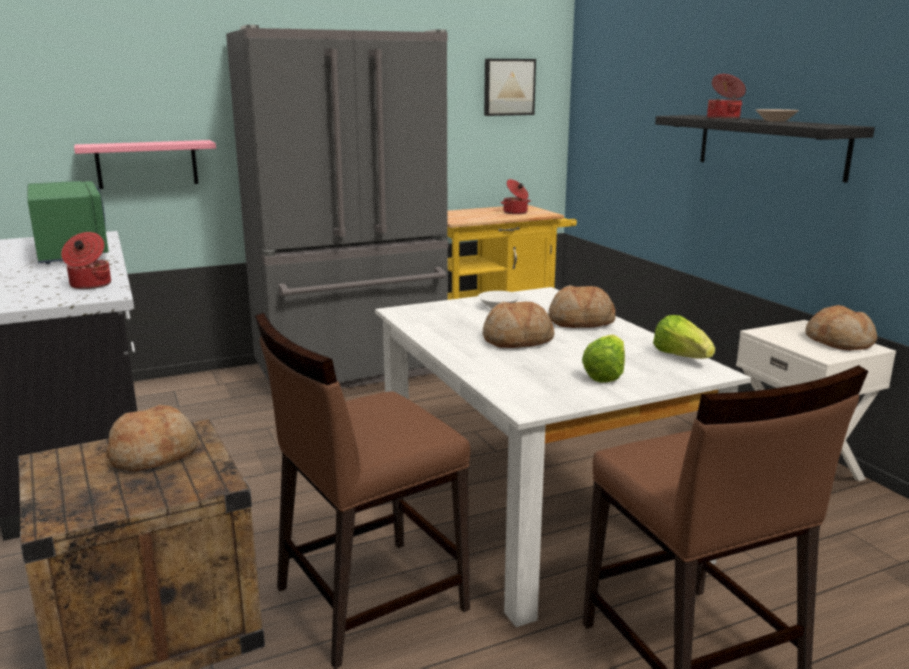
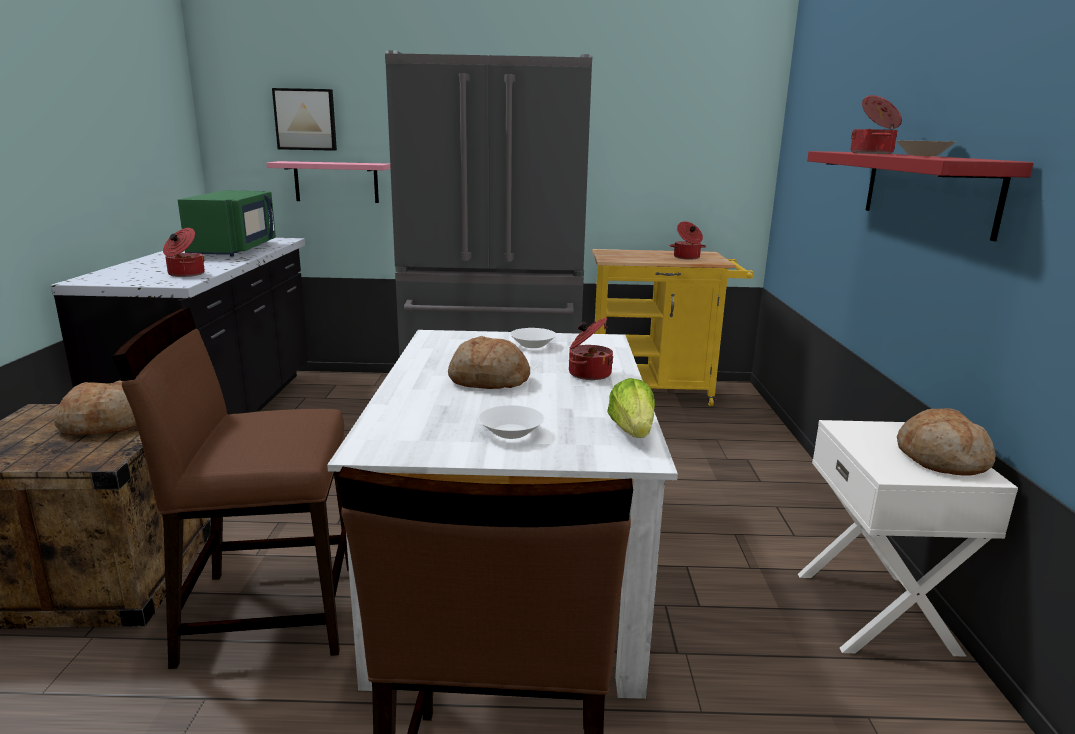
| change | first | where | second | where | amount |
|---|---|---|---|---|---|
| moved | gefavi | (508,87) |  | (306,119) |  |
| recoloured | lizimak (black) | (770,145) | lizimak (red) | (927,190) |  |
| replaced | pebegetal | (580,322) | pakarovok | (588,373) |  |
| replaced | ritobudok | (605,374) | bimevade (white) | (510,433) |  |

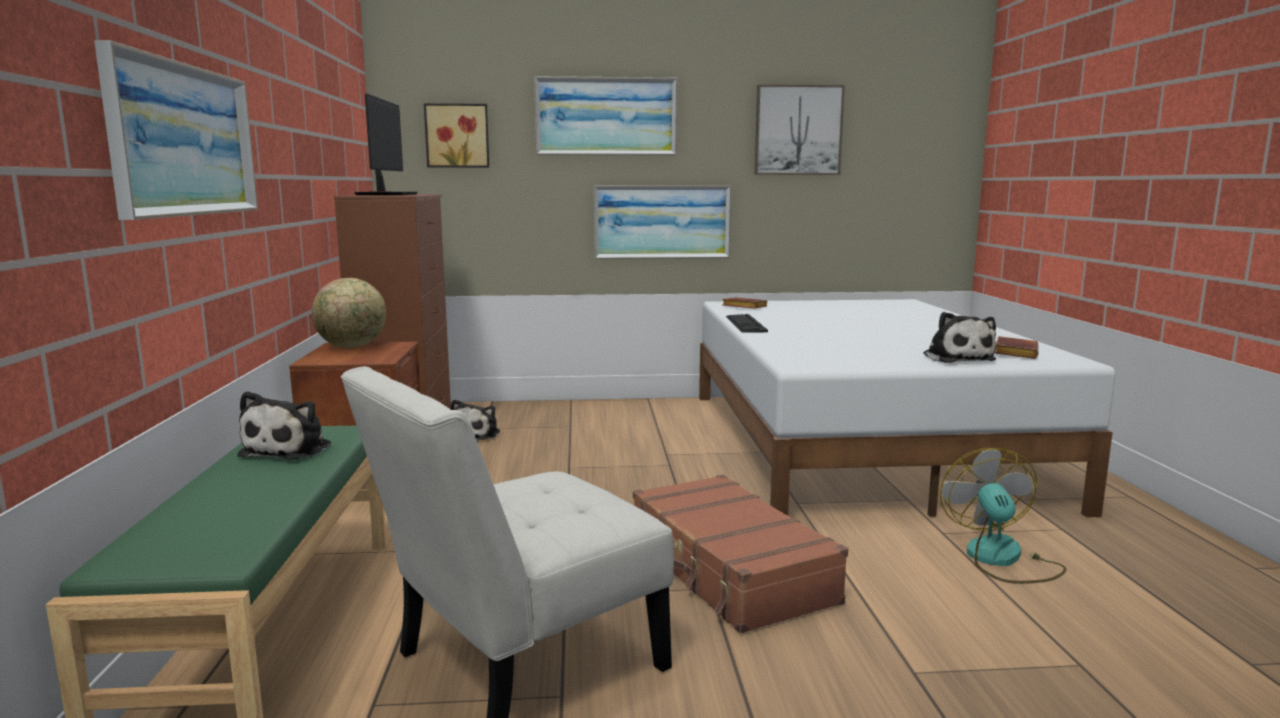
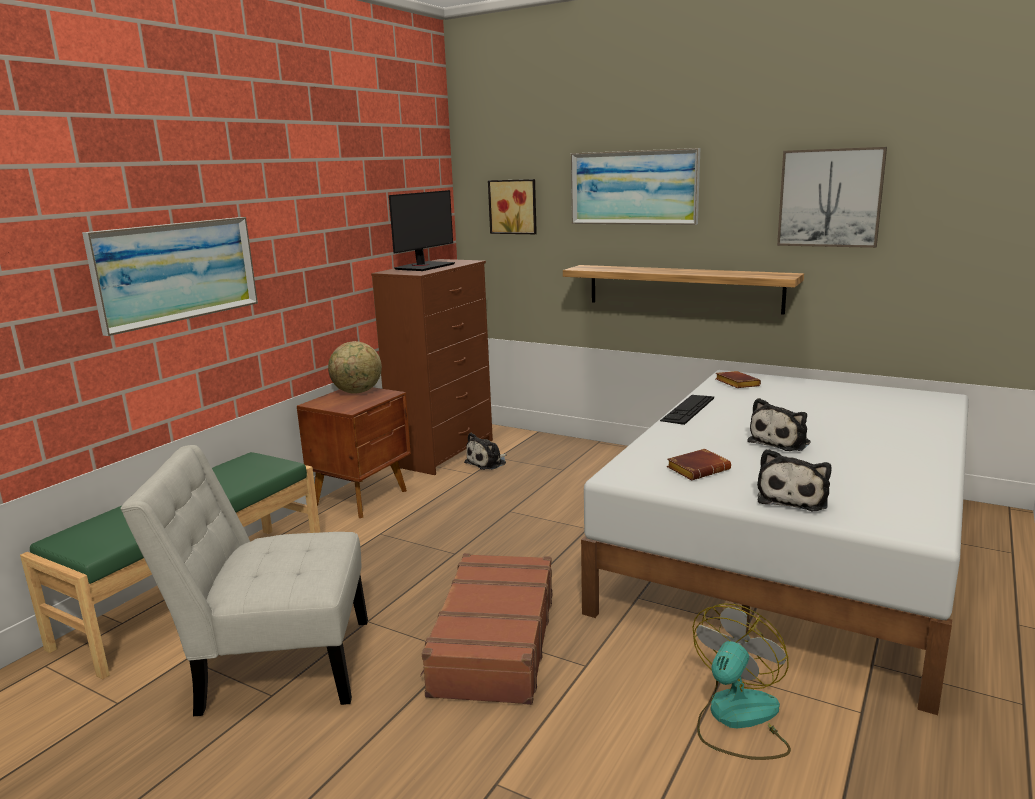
| change | first | where | second | where | amount |
|---|---|---|---|---|---|
| replaced | gefavi | (662,221) | lizimak | (683,288) |  |
| moved | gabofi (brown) | (1014,353) |  | (698,469) |  |
| moved | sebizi | (290,449) |  | (781,442) |  |

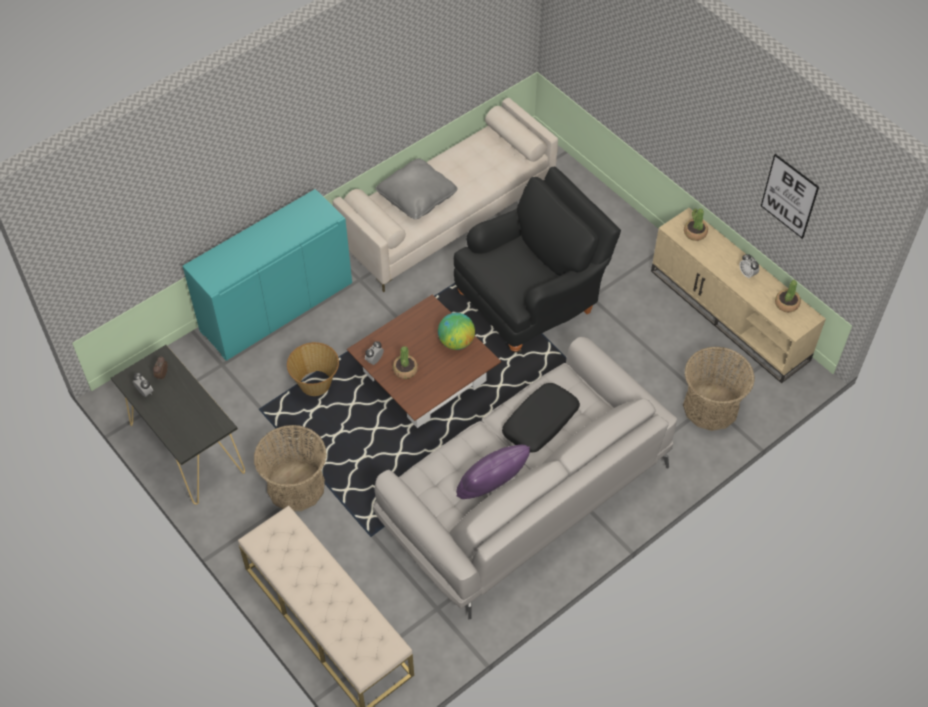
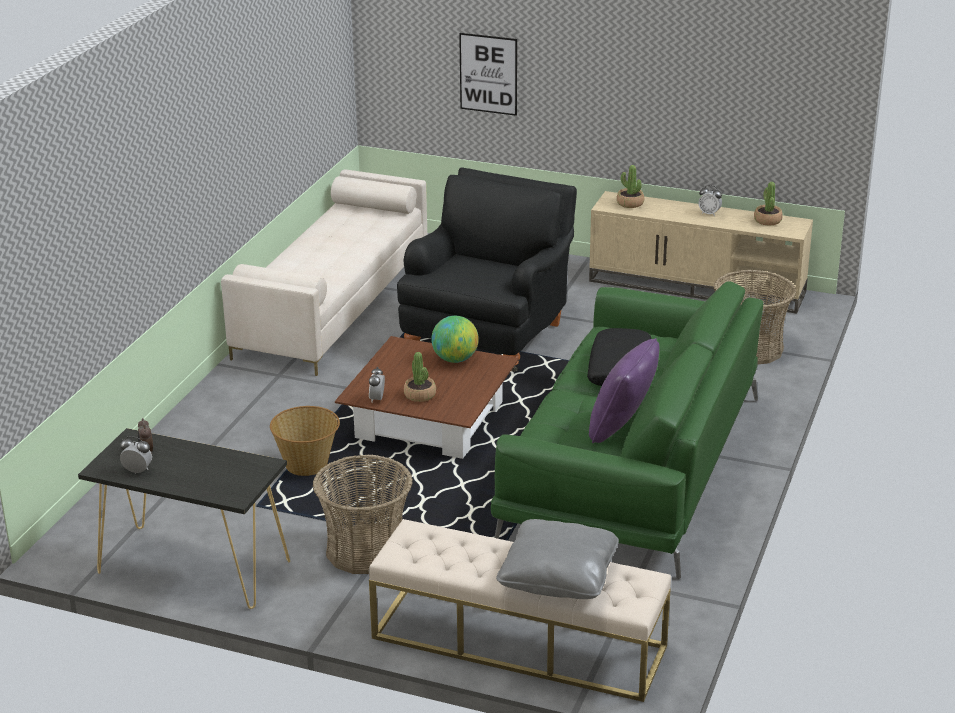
| change | first | where | second | where | amount |
|---|---|---|---|---|---|
| moved | gefavi | (789,196) |  | (488,74) |  |
| moved | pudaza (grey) | (417,197) |  | (558,576) |  |
| removed | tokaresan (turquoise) | (276,307) |  |  |  |
| recoloured | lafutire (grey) | (523,494) | lafutire (green) | (632,467) |  |

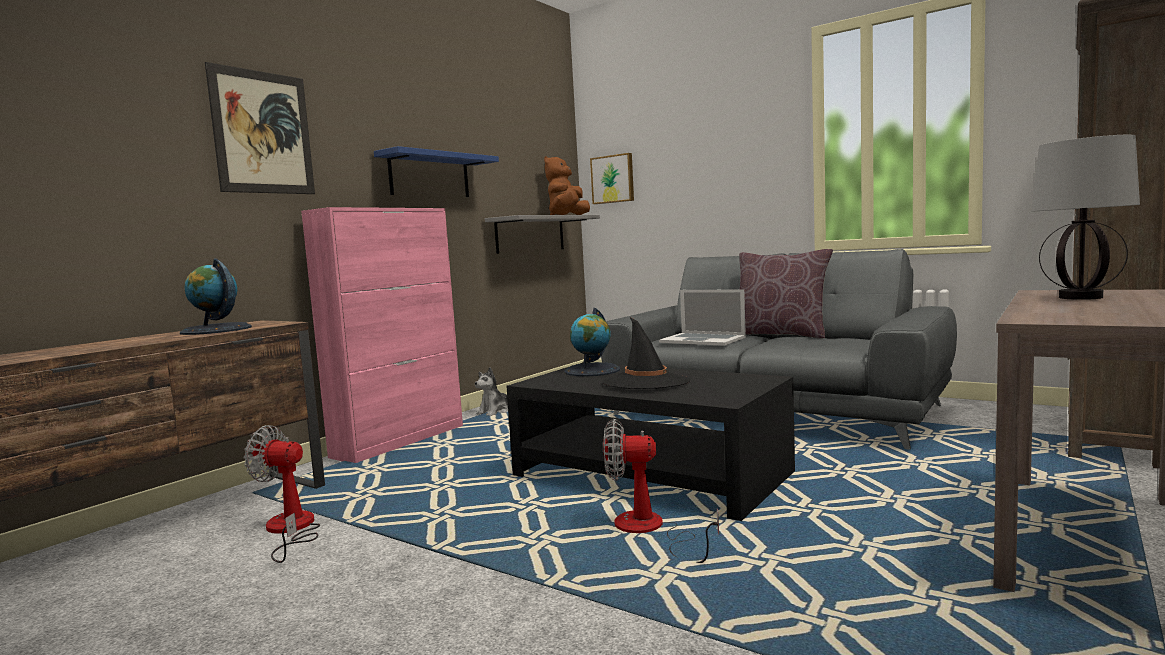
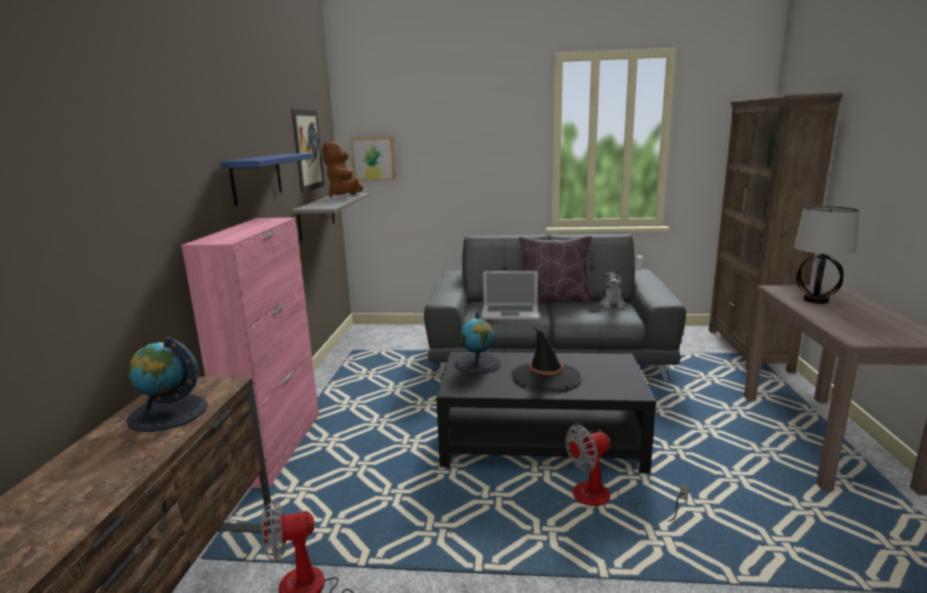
| change | first | where | second | where | amount |
|---|---|---|---|---|---|
| moved | gefavi | (263,132) |  | (308,150) |  |
| moved | sebizi | (495,412) |  | (612,304) |  |

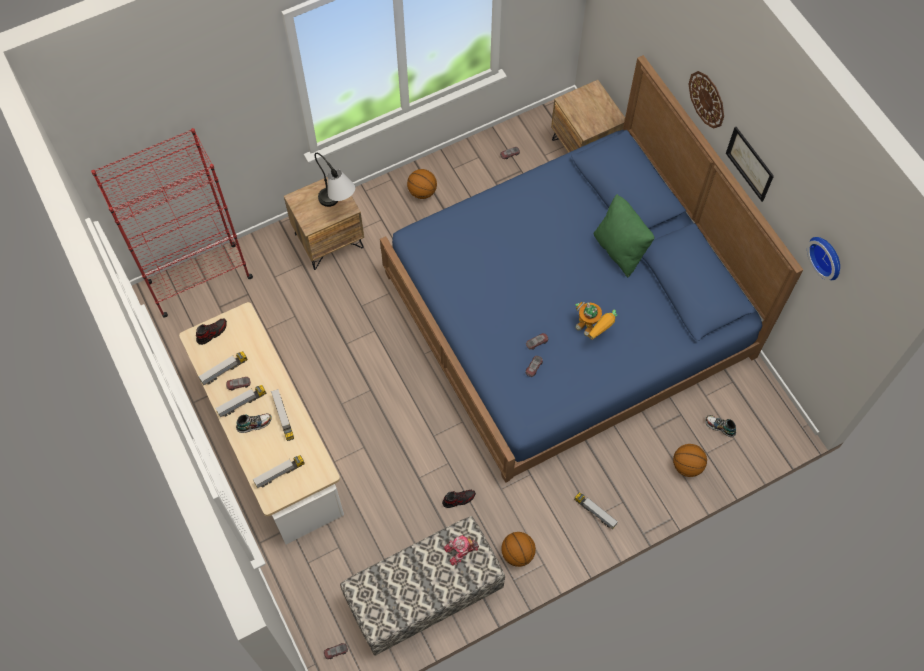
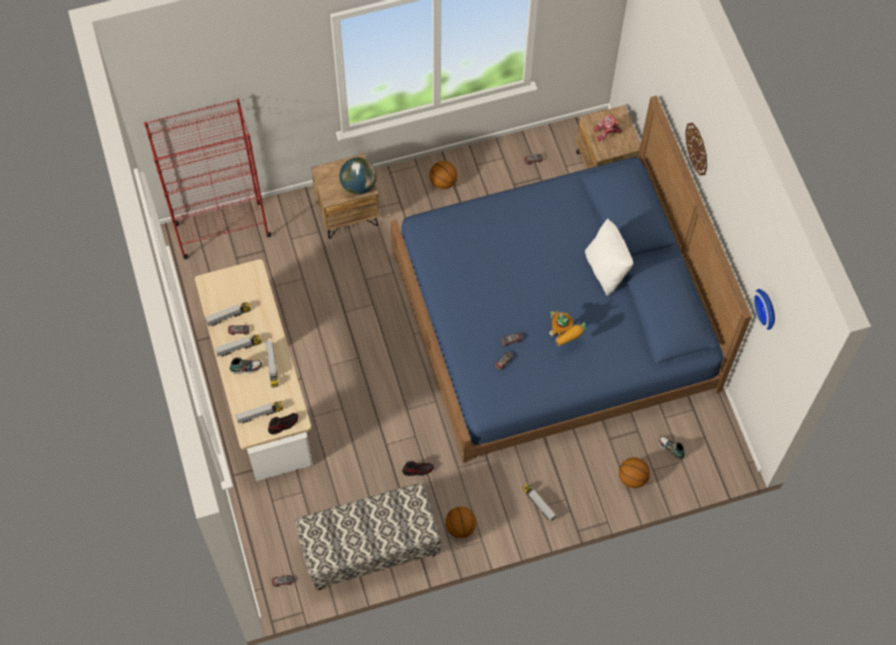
| change | first | where | second | where | amount |
|---|---|---|---|---|---|
| removed | gefavi | (749,163) |  |  |  |
| replaced | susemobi | (338,207) | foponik | (358,185) |  |
| recoloured | pudaza (green) | (620,249) | pudaza (white) | (606,269) |  |
| moved | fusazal | (212,333) |  | (283,424) |  |
| moved | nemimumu | (461,551) |  | (607,132) |  |

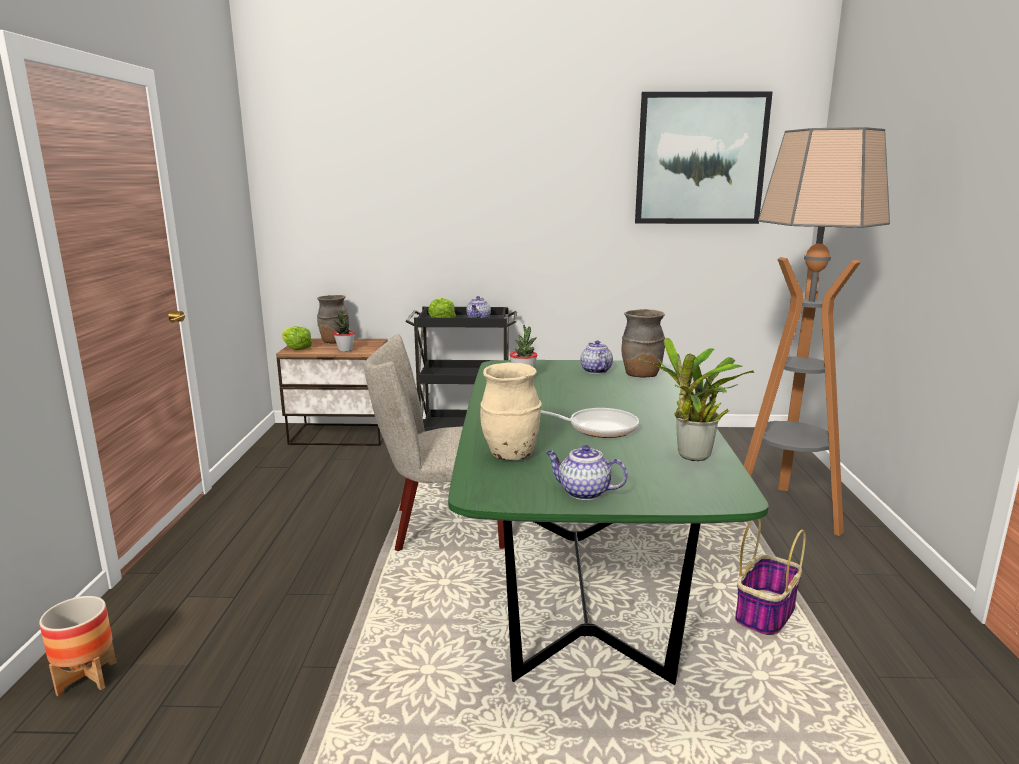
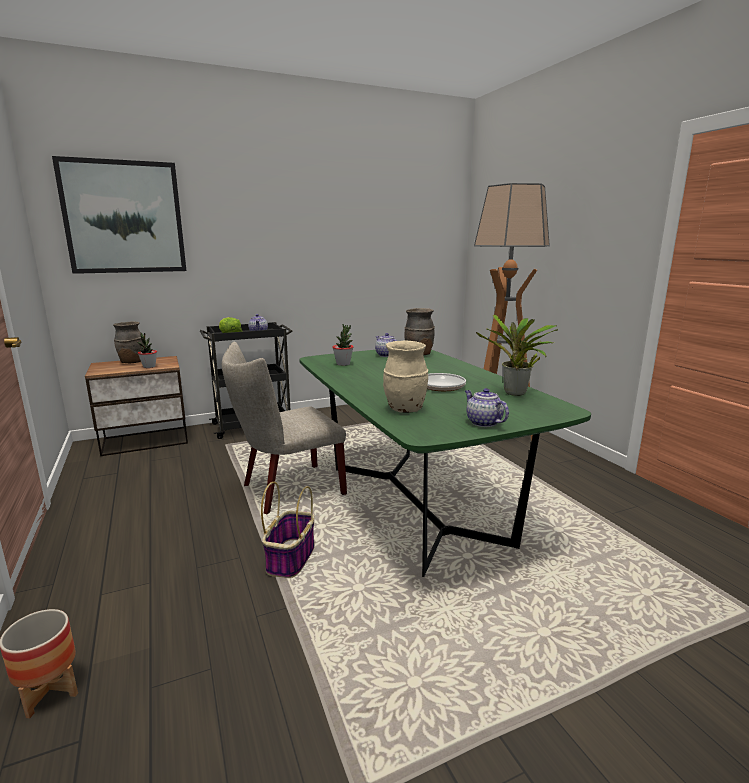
| change | first | where | second | where | amount |
|---|---|---|---|---|---|
| moved | gefavi | (700,159) |  | (124,217) |  |
| removed | ritobudok | (296,348) |  |  |  |
| turned | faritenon | (583,492) |  | (483,422) | 60 degrees clockwise |
| moved | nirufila | (765,613) |  | (291,558) |  |

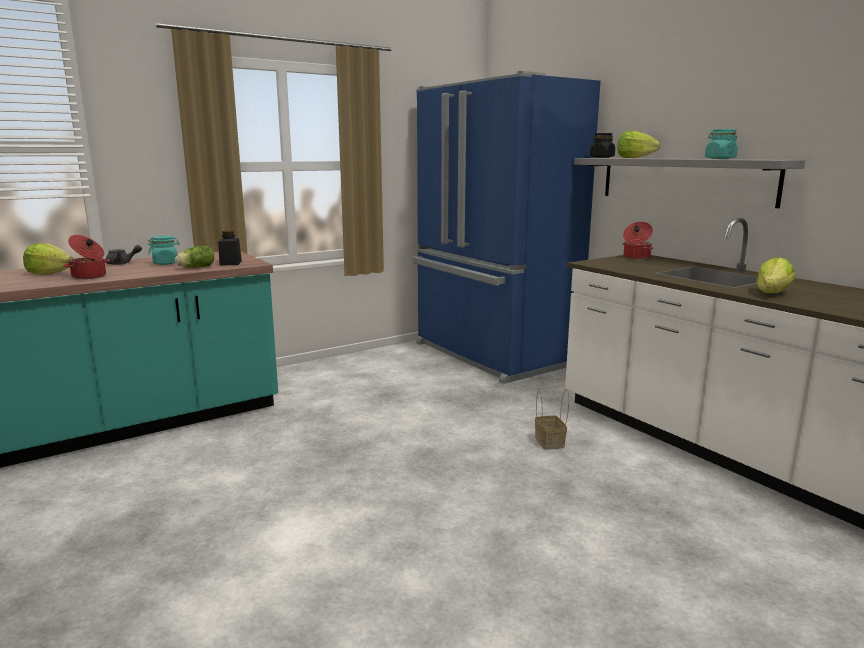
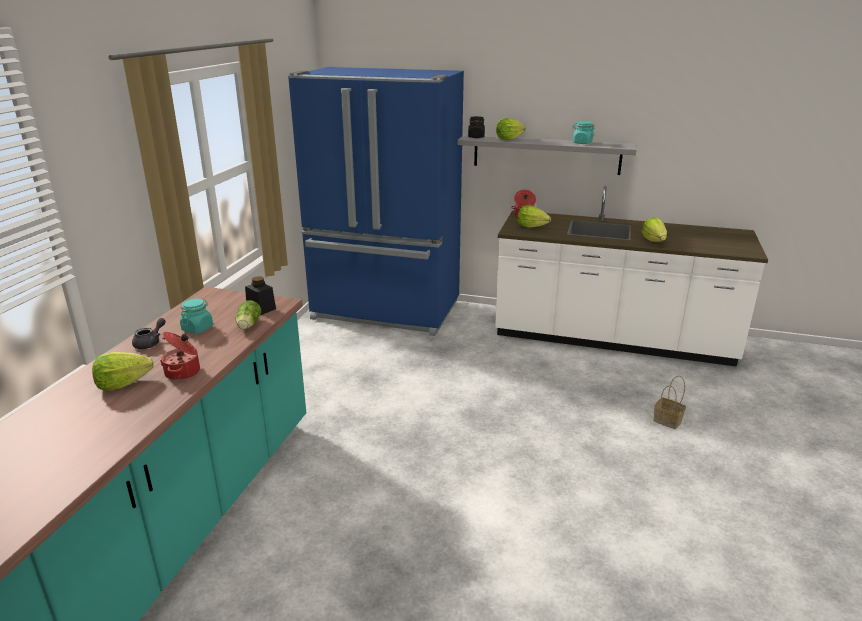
| change | first | where | second | where | amount |
|---|---|---|---|---|---|
| moved | nirufila | (550,443) |  | (668,421) |  |
| added |  |  | ritobudok | (531,226) |  |

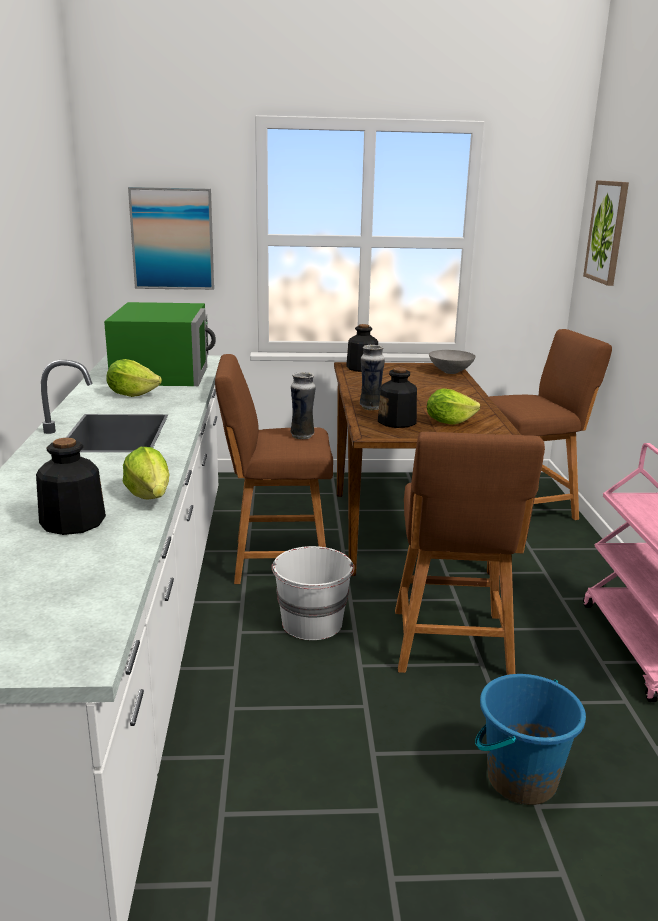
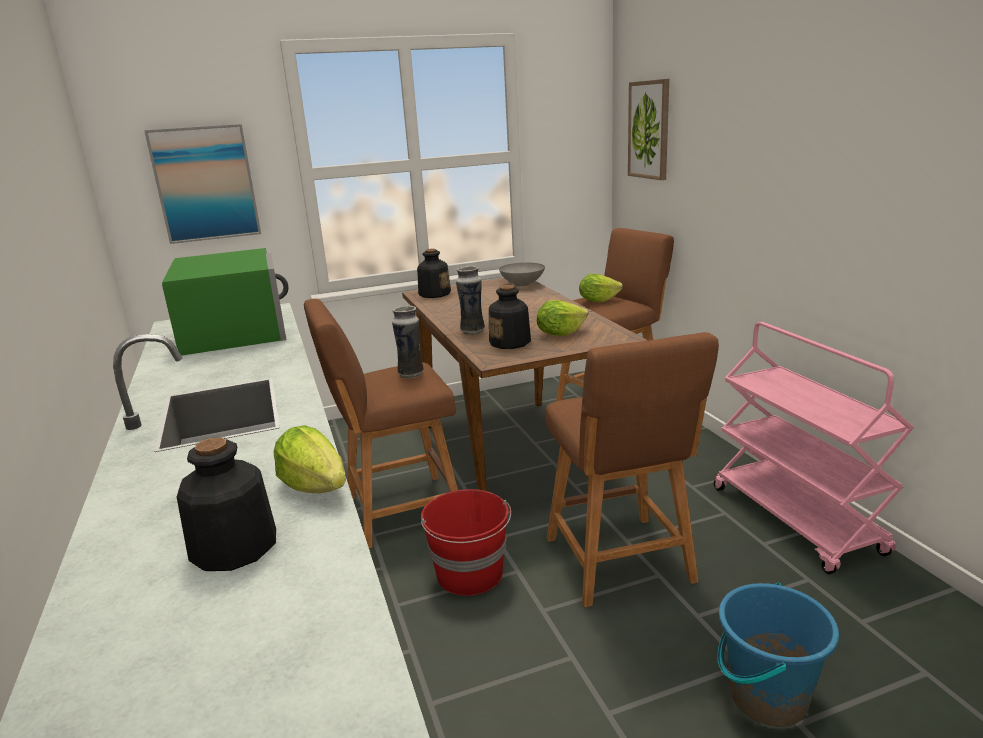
| change | first | where | second | where | amount |
|---|---|---|---|---|---|
| moved | ritobudok | (132,394) |  | (598,300) |  |
| recoloured | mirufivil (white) | (312,624) | mirufivil (red) | (470,574) |  |

